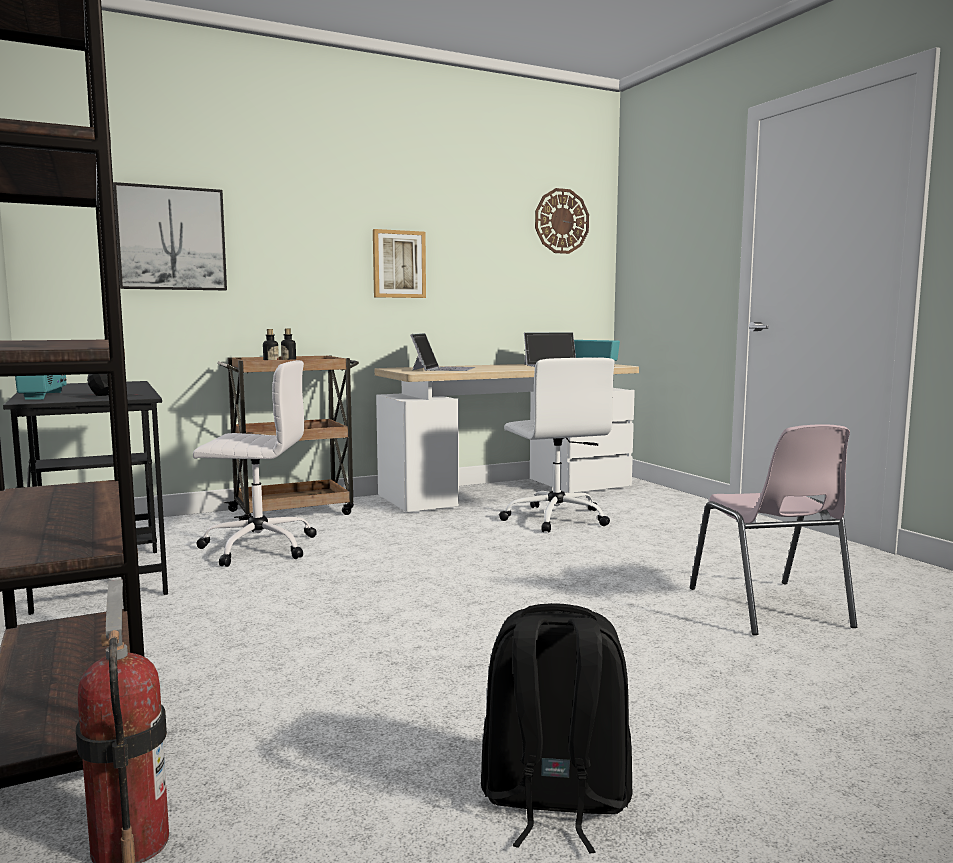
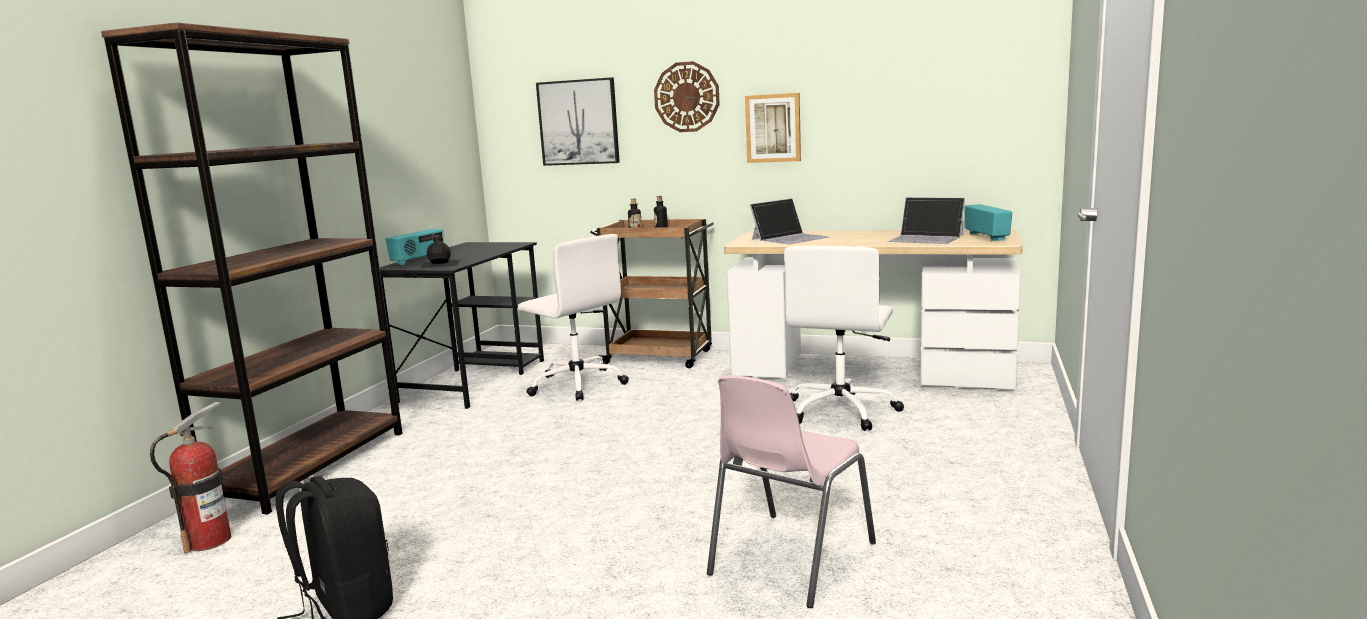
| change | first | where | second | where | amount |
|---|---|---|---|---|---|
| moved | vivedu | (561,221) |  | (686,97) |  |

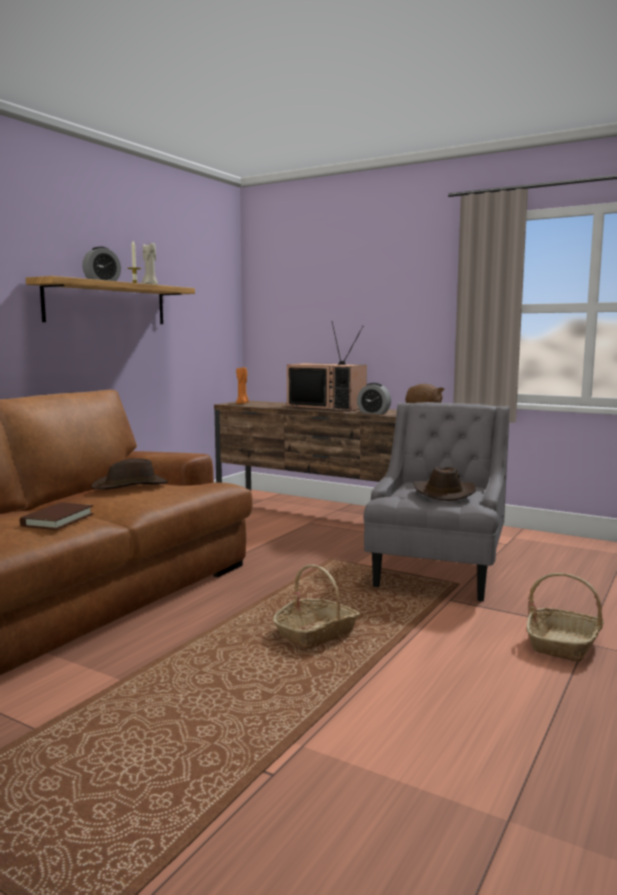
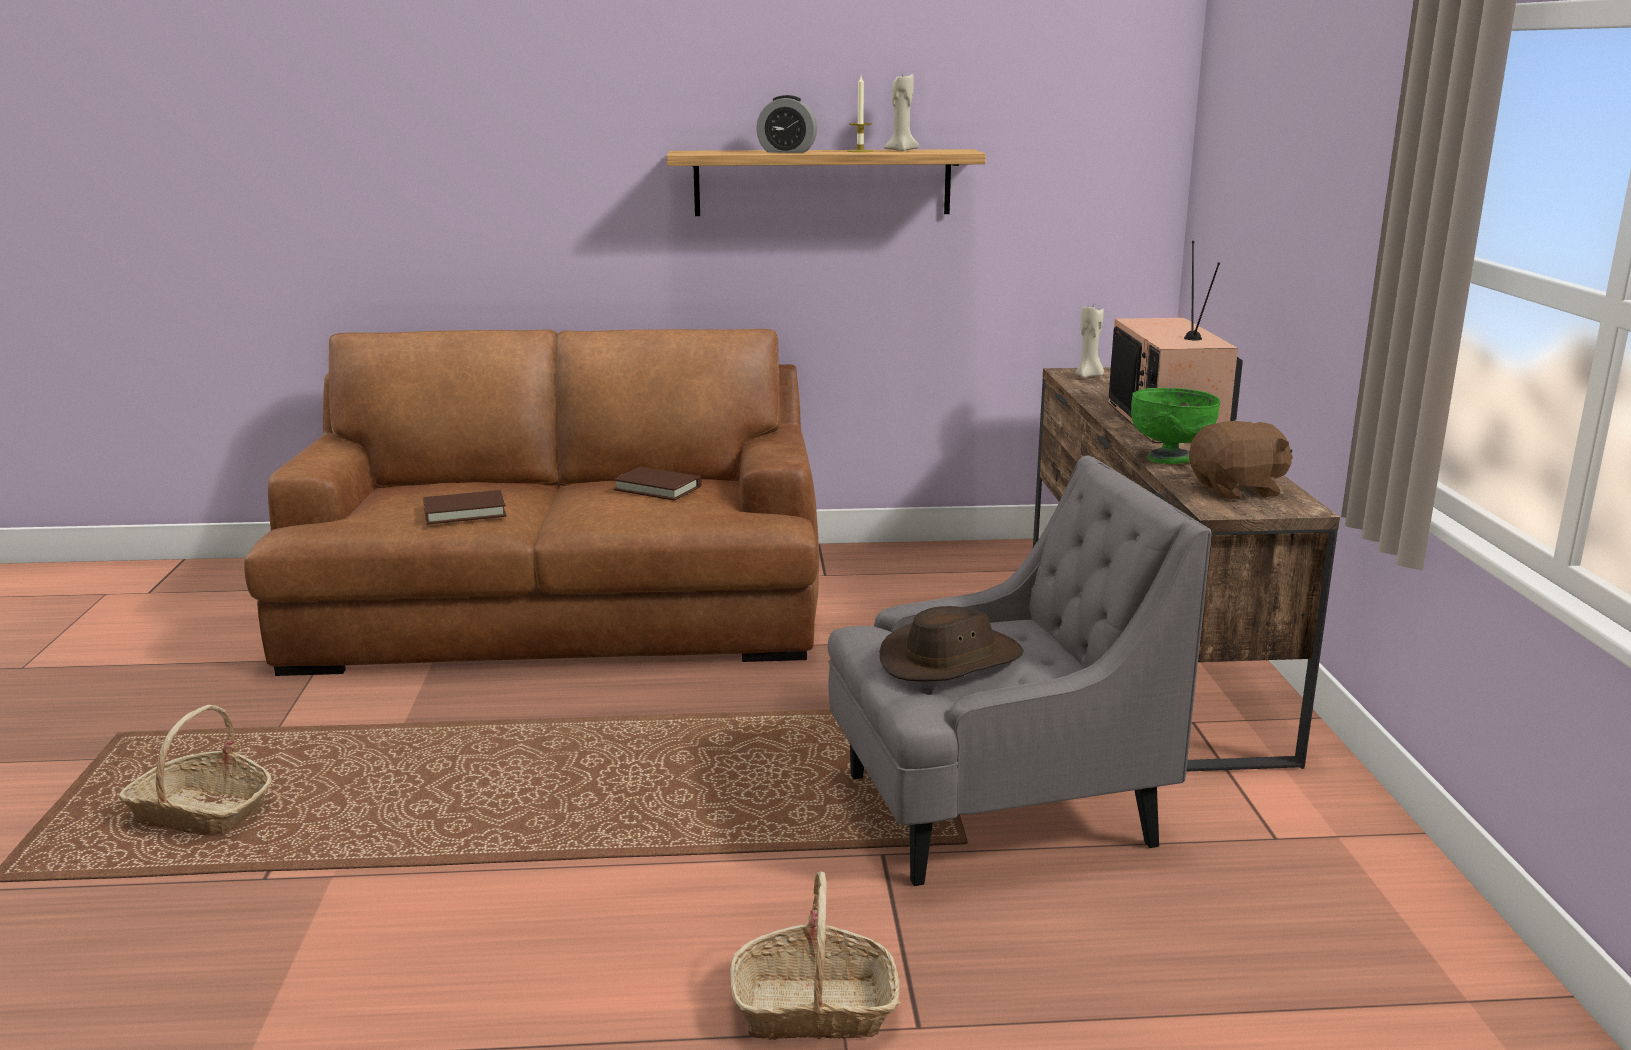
| change | first | where | second | where | amount |
|---|---|---|---|---|---|
| recoloured | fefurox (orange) | (242,403) | fefurox (beige) | (1089,376) |  |
| replaced | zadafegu | (373,413) | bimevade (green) | (1170,459) |  |
| replaced | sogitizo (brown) | (130,486) | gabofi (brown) | (657,488) |  |
| moved | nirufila | (316,634) |  | (202,813) |  |

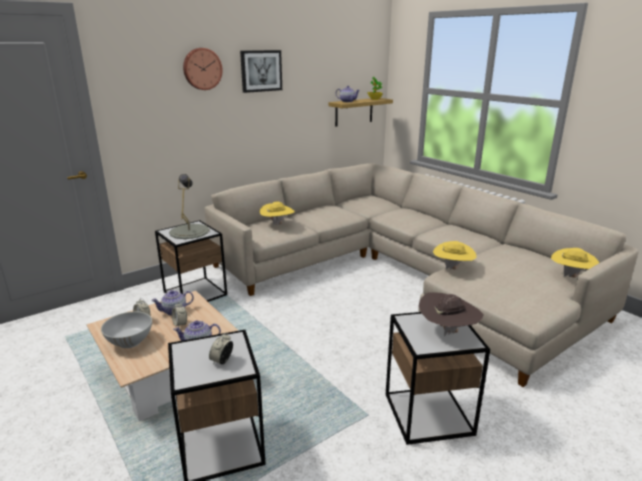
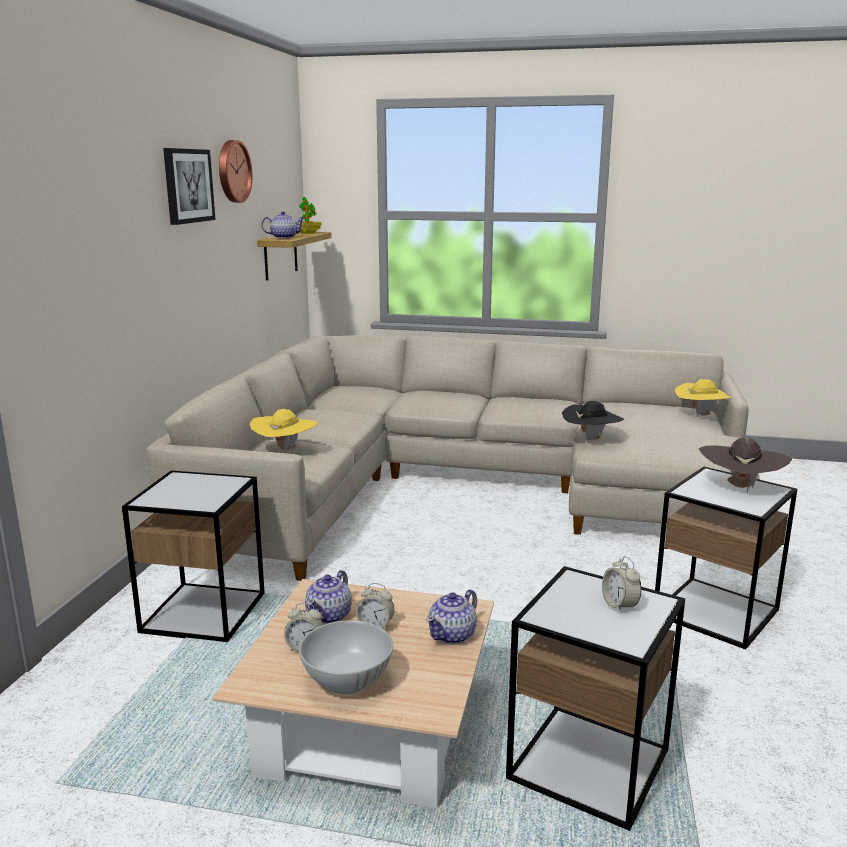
| change | first | where | second | where | amount |
|---|---|---|---|---|---|
| moved | vivedu | (202,69) |  | (232,171) |  |
| removed | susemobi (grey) | (189,231) |  |  |  |
| recoloured | sogitizo (yellow) | (453,268) | sogitizo (black) | (591,439) |  |

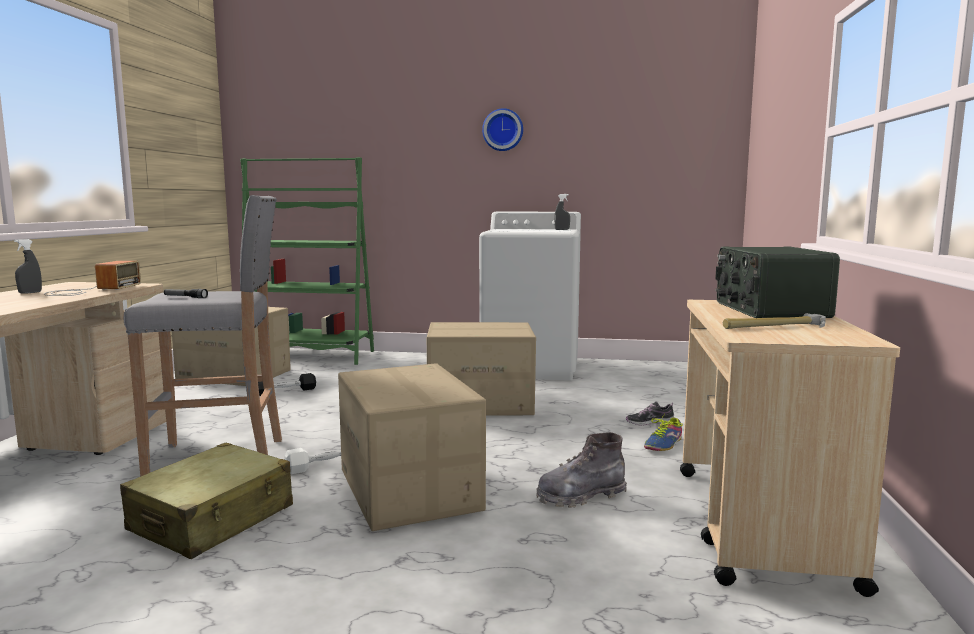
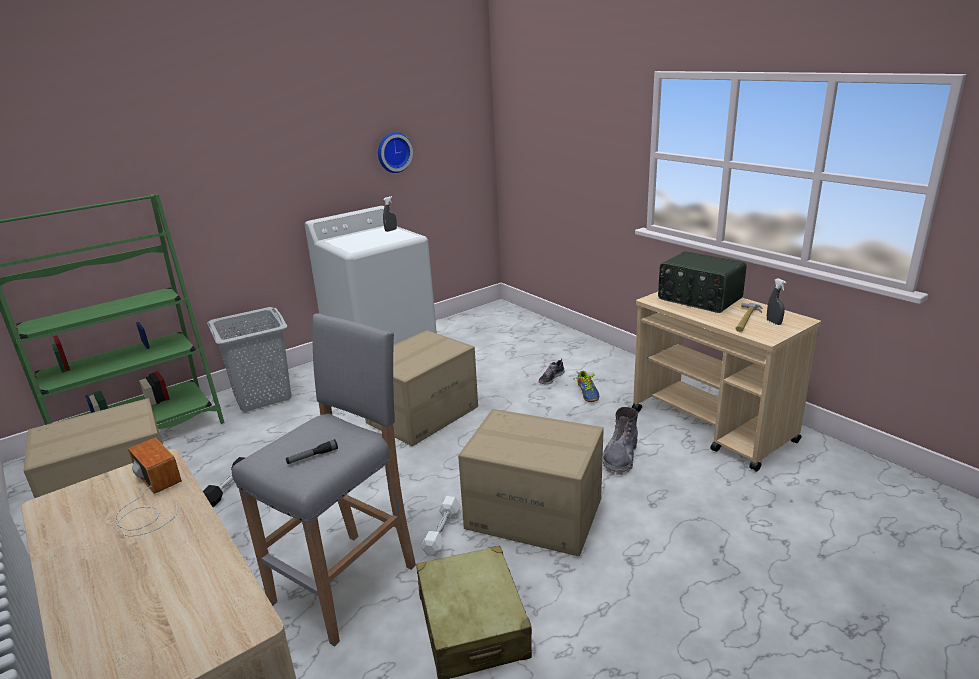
| change | first | where | second | where | amount |
|---|---|---|---|---|---|
| moved | vivedu | (503,130) |  | (393,152) |  |
| moved | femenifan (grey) | (30,292) |  | (774,322) |  |
| added |  |  | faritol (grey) | (262,396) |  |

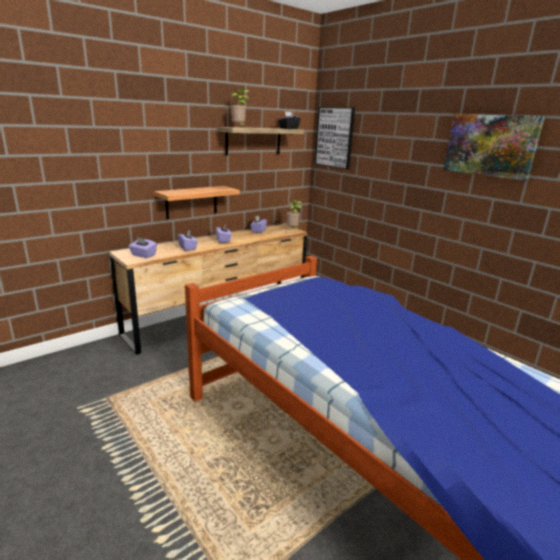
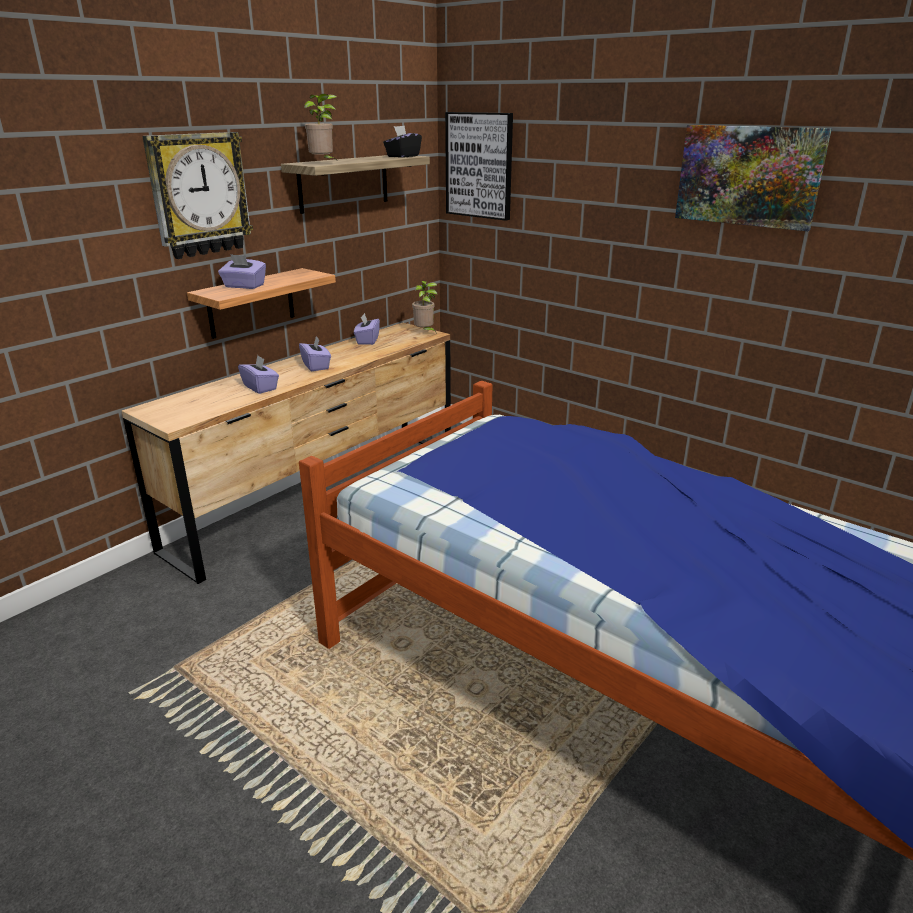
| change | first | where | second | where | amount |
|---|---|---|---|---|---|
| moved | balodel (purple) | (143,255) |  | (244,286) |  |
| added |  |  | vivedu | (199,195) |  |

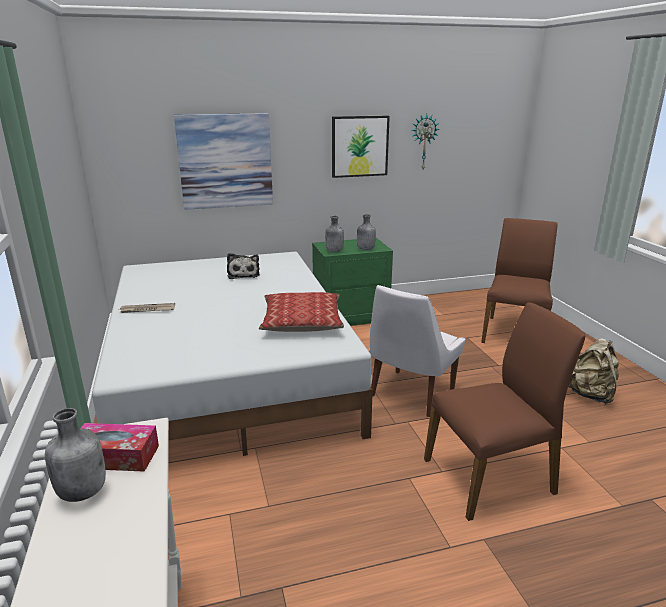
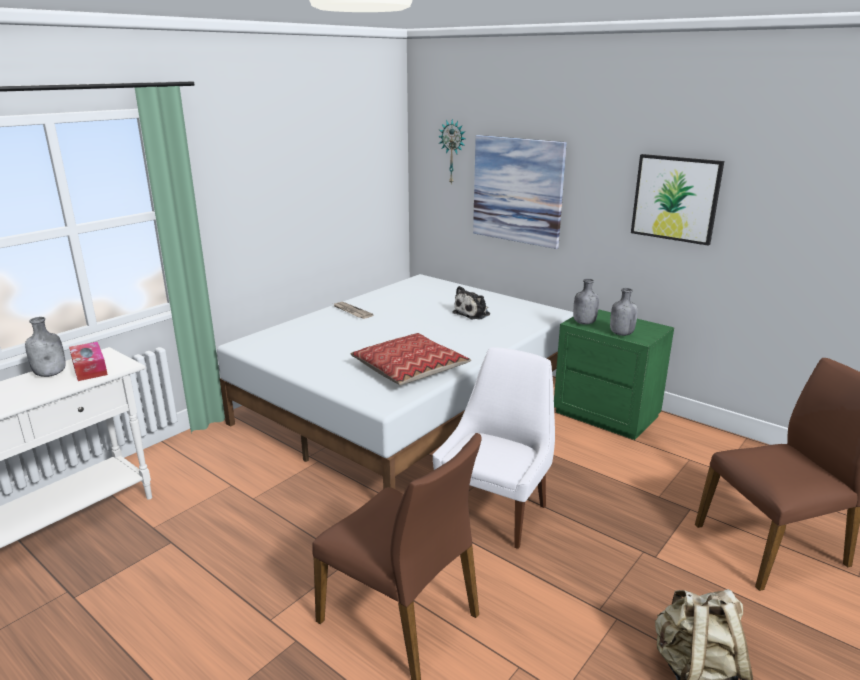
| change | first | where | second | where | amount |
|---|---|---|---|---|---|
| moved | vivedu | (423,142) |  | (453,152) |  |
| turned | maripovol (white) | (410,394) |  | (495,511) | 120 degrees clockwise |

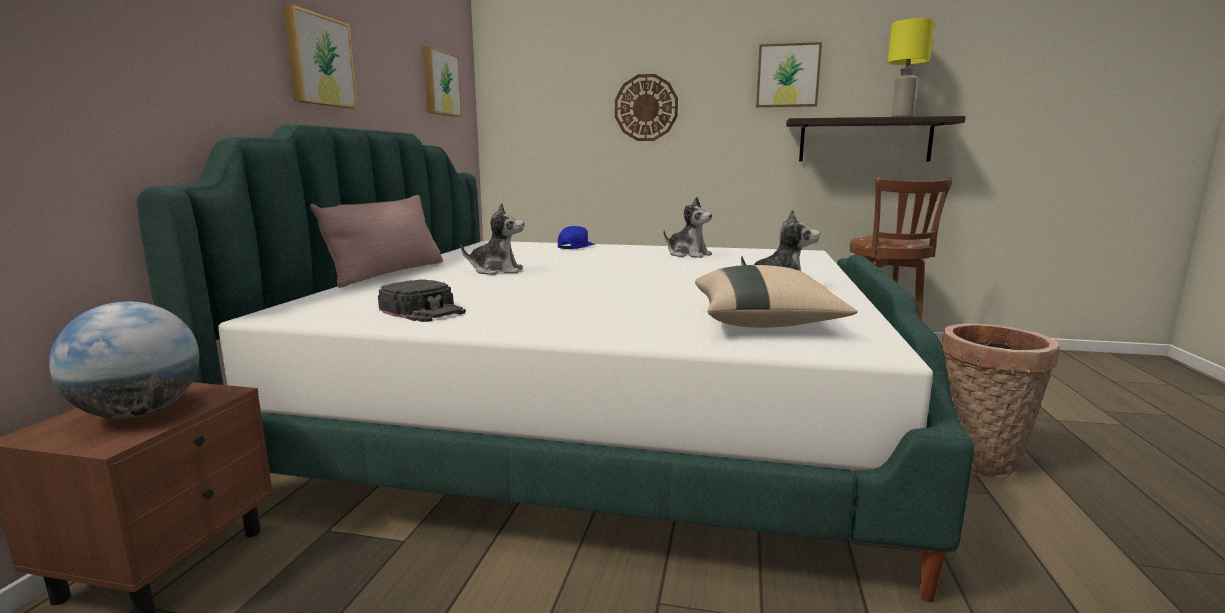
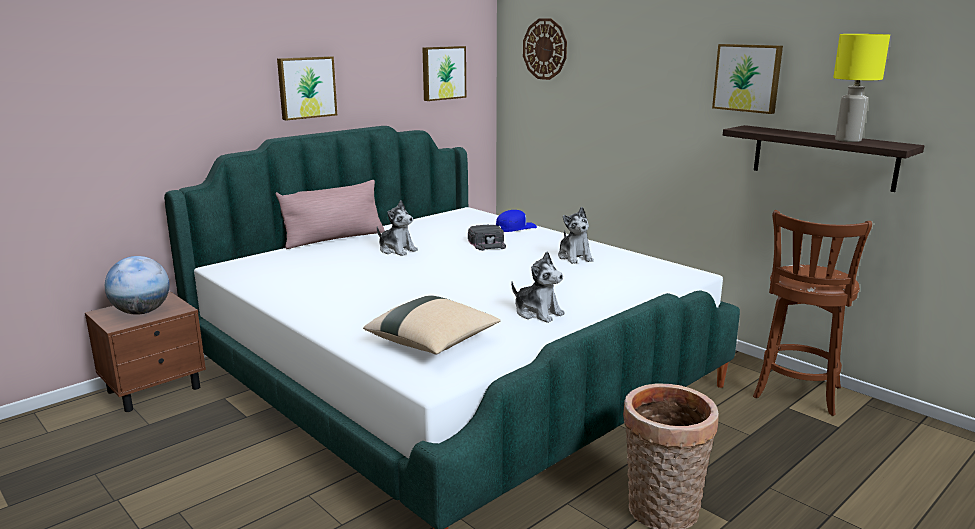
| change | first | where | second | where | amount |
|---|---|---|---|---|---|
| moved | vivedu | (646,108) |  | (545,49) |  |
| moved | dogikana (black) | (423,310) |  | (487,243) |  |

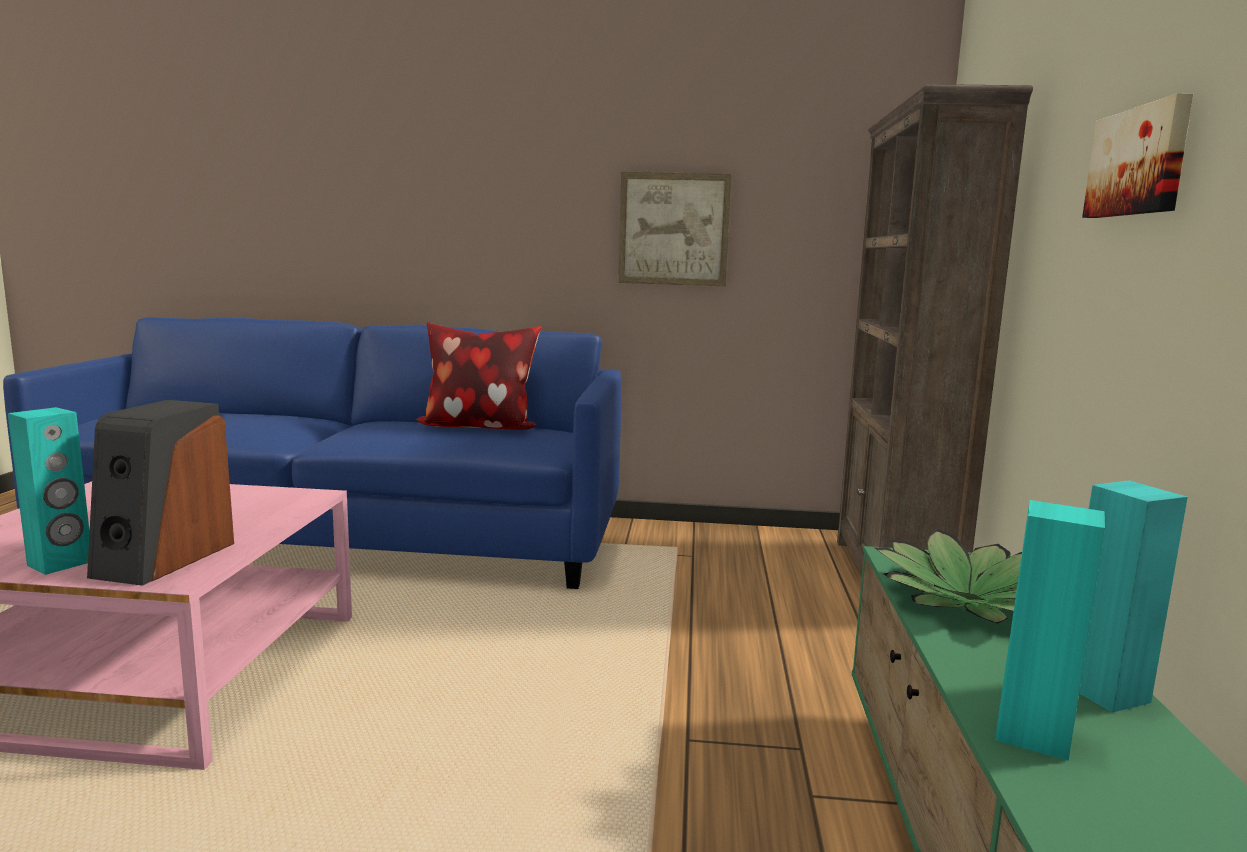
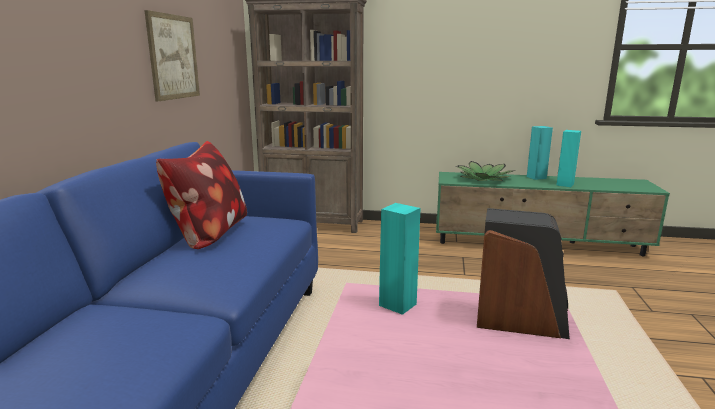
| change | first | where | second | where | amount |
|---|---|---|---|---|---|
| removed | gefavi | (1139,162) |  |  |  |
| moved | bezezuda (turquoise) | (60,563) |  | (398,304) |  |

